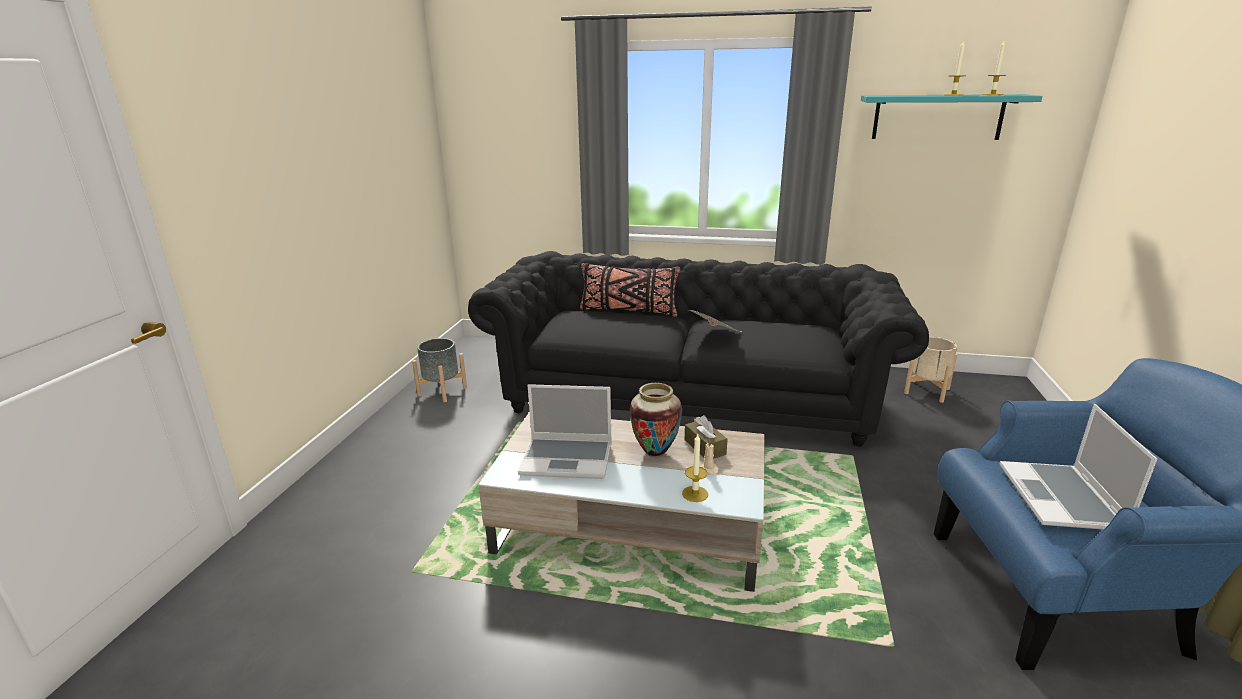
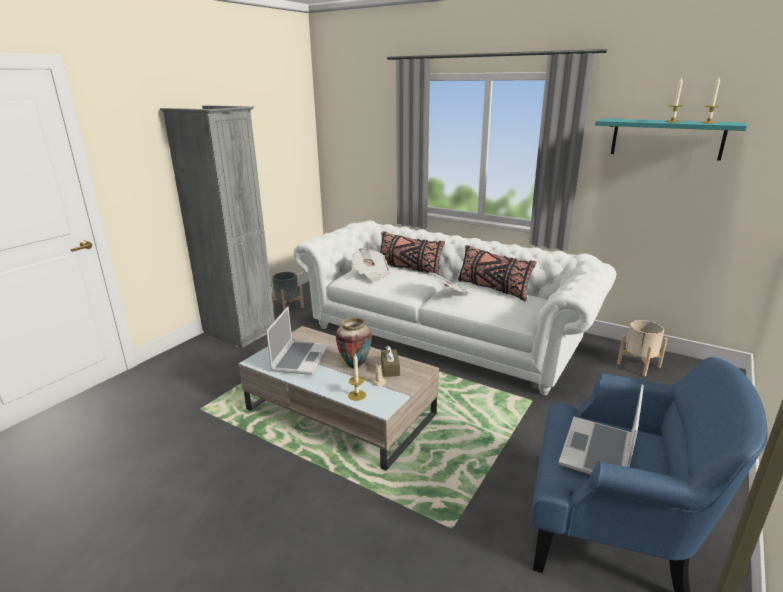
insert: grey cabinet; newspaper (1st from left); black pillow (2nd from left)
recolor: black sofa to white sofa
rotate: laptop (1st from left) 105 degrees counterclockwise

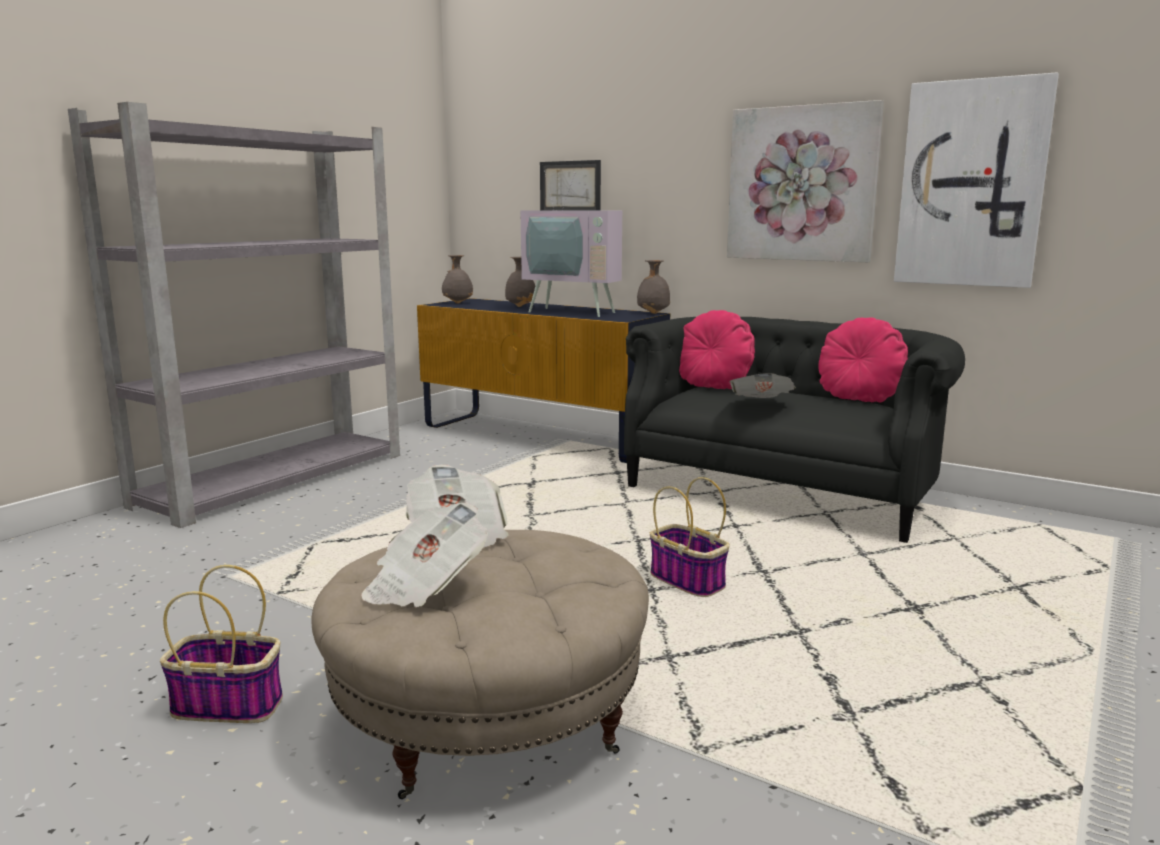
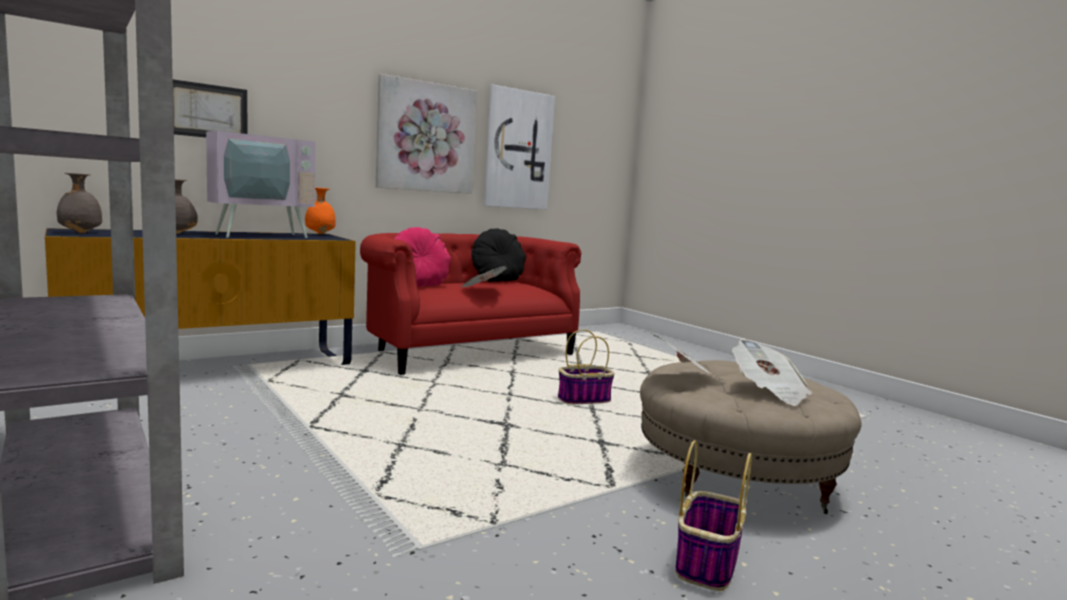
recolor: black sofa to red sofa; grey vase (3rd from left) to orange vase; pink pillow (2nd from left) to black pillow

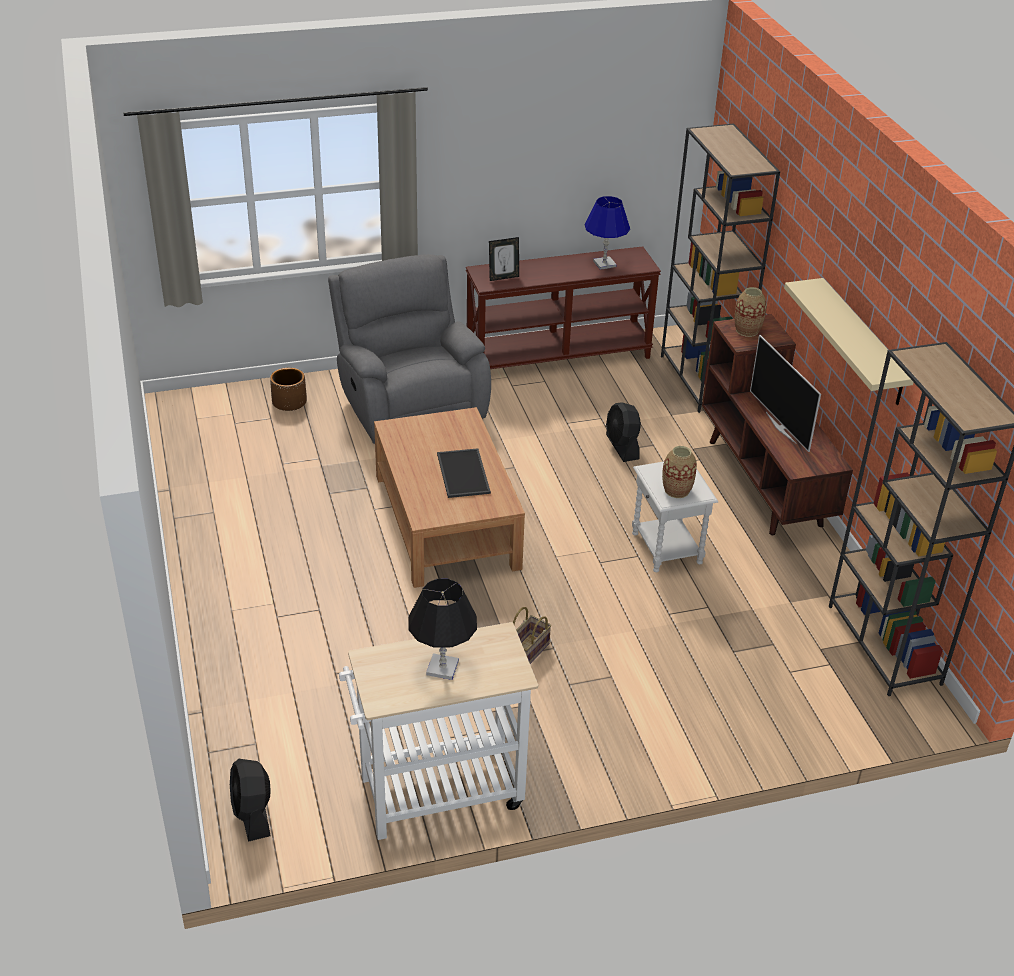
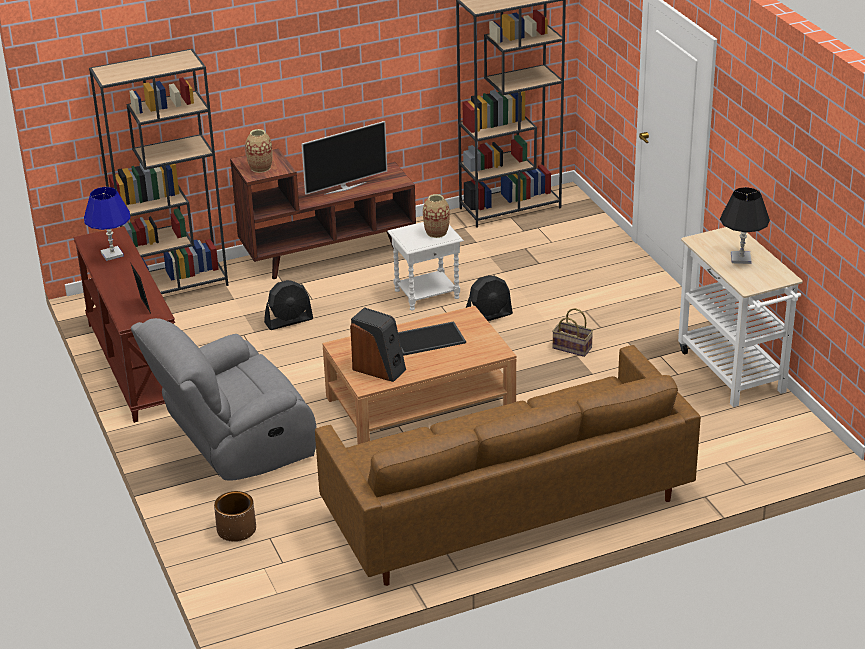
delete: beige shelf
insert: brown sofa; speaker
move: black fan (1st from left in the first image) to black fan (2nd from left)

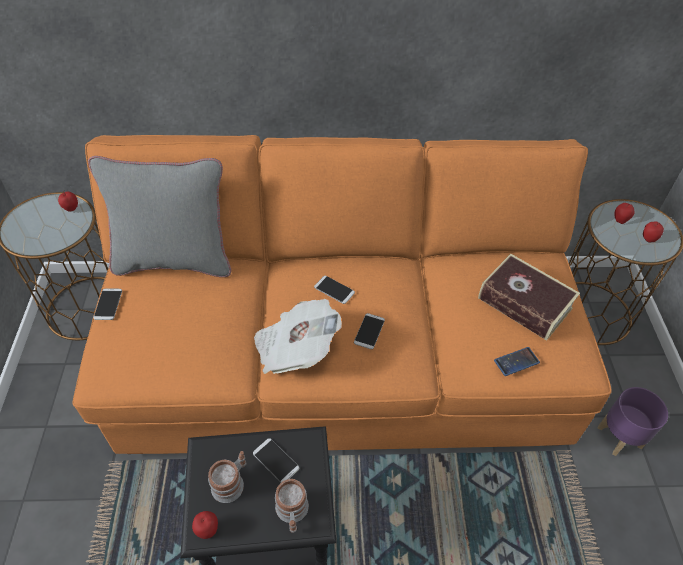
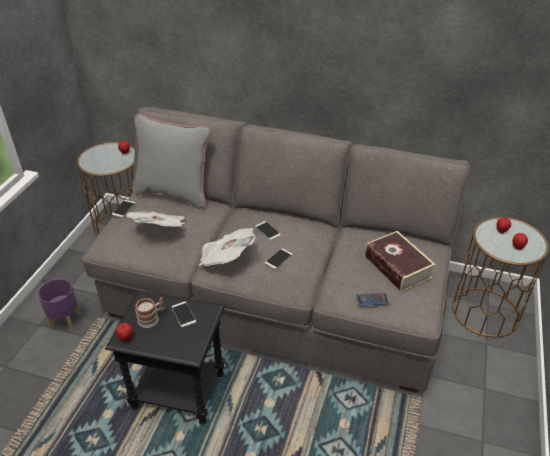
delete: mug (2nd from left)
insert: newspaper (1st from left)
move: purple planter
recolor: orange sofa to grey sofa

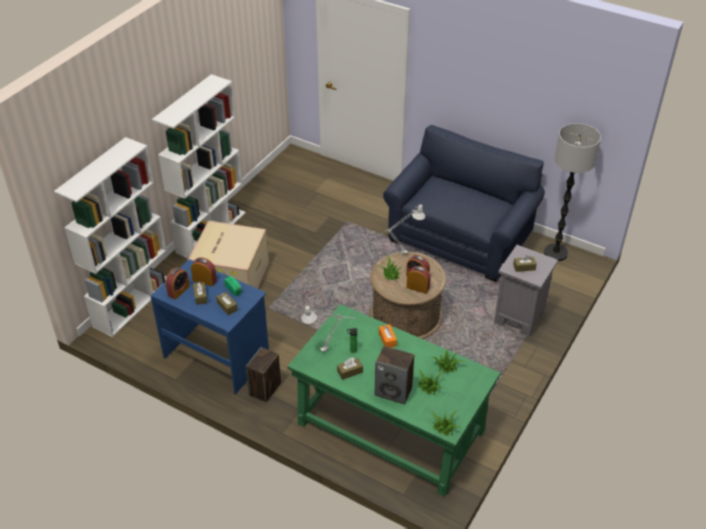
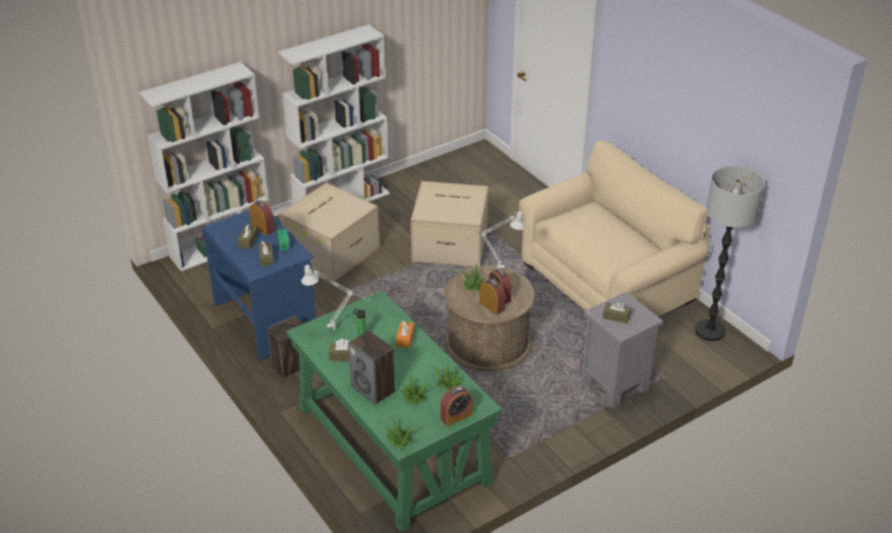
insert: cardboard box (2nd from left)
move: alarm clock (1st from left in the first image) to alarm clock (2nd from left)
recolor: blue sofa to beige sofa

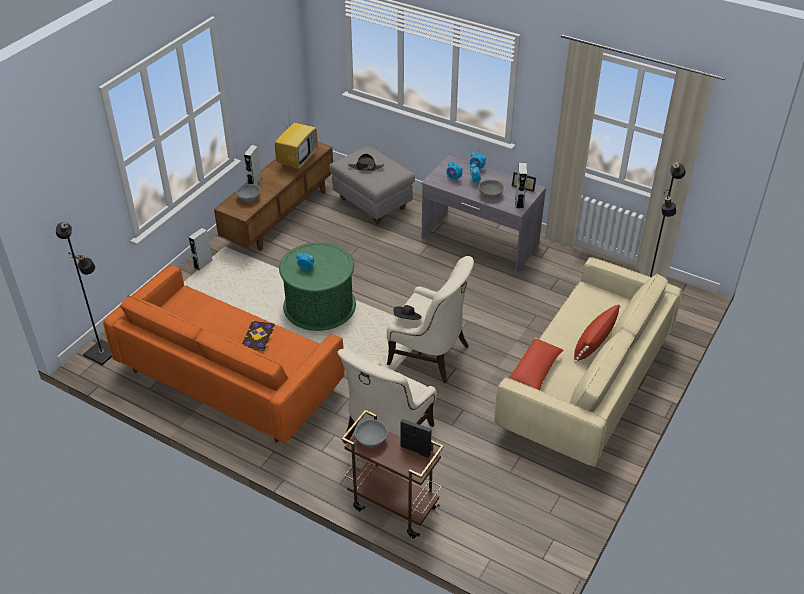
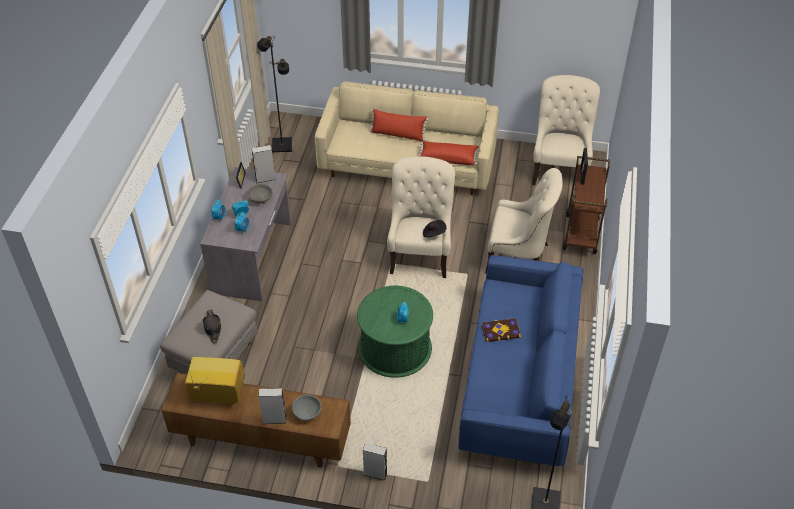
delete: grey bowl (2nd from left)
insert: beige armchair (3rd from left)
recolor: orange sofa to blue sofa

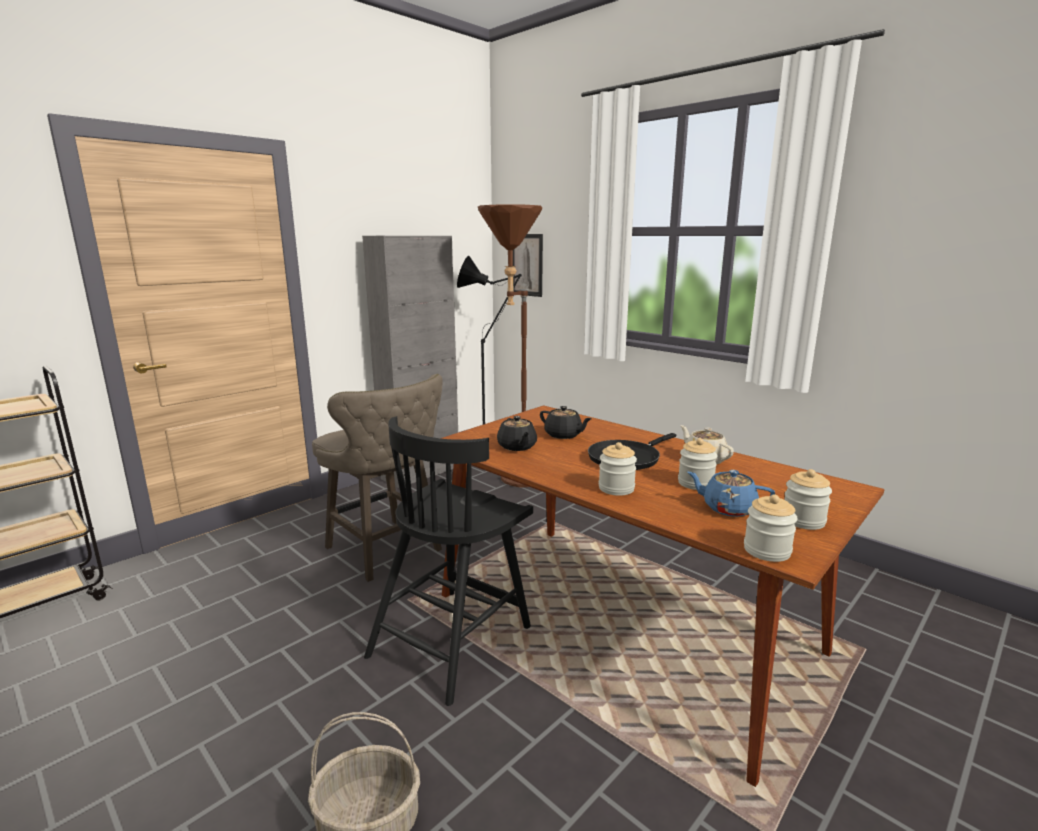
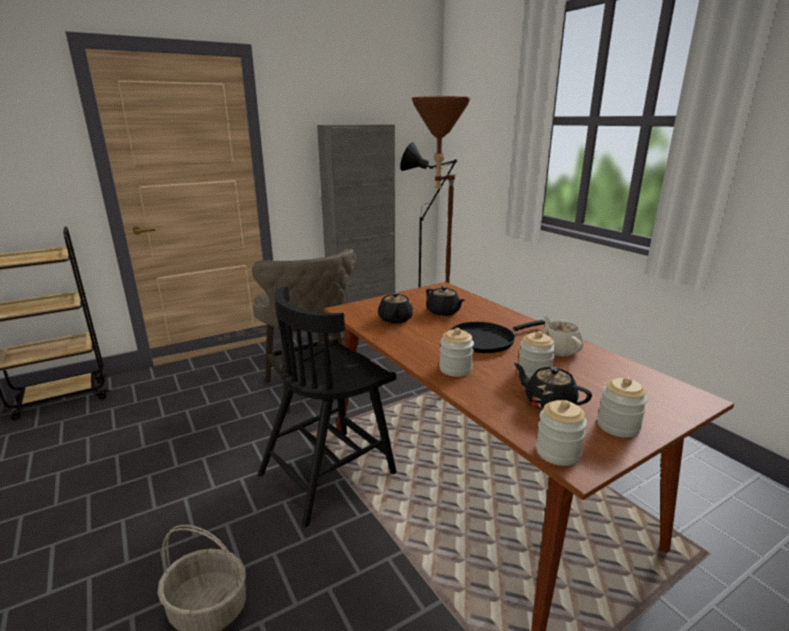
delete: picture
recolor: blue teapot to black teapot (3rd from left)

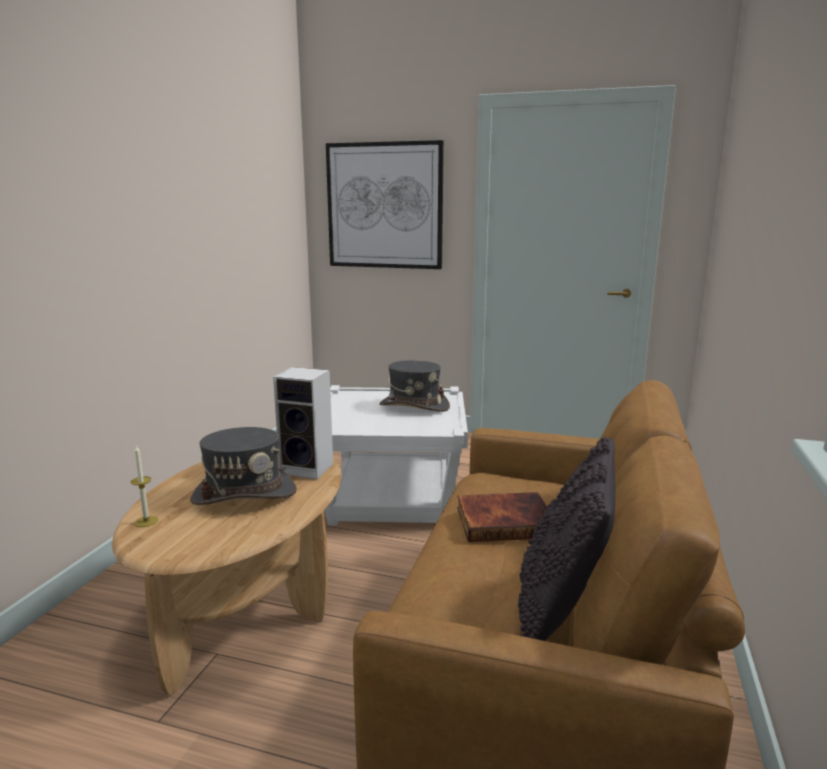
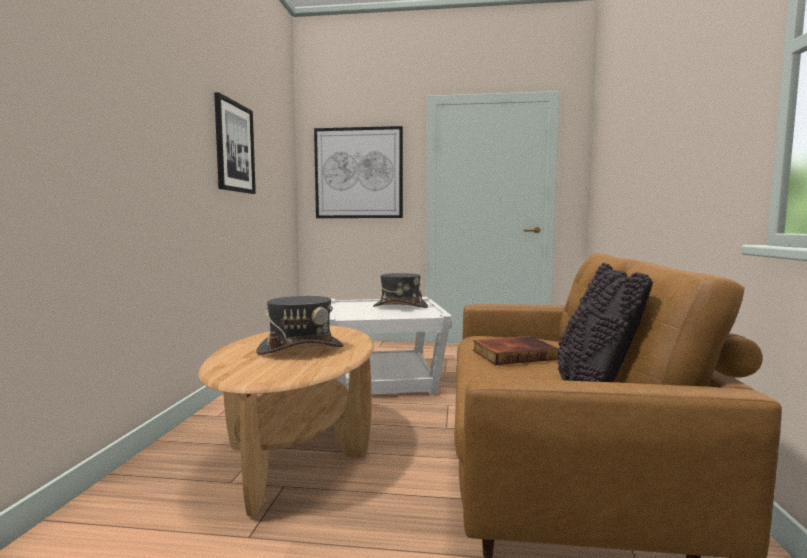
delete: candle; speaker
insert: picture (1st from left)

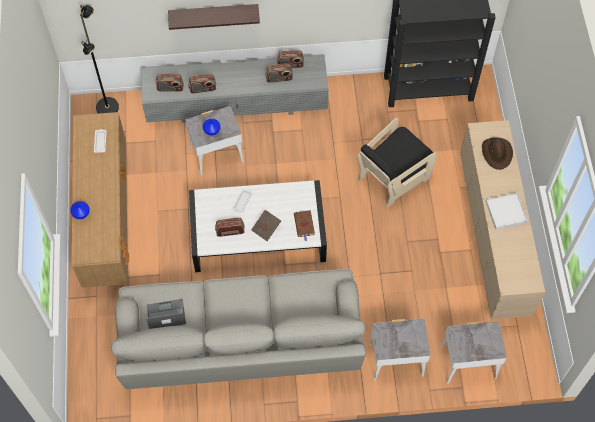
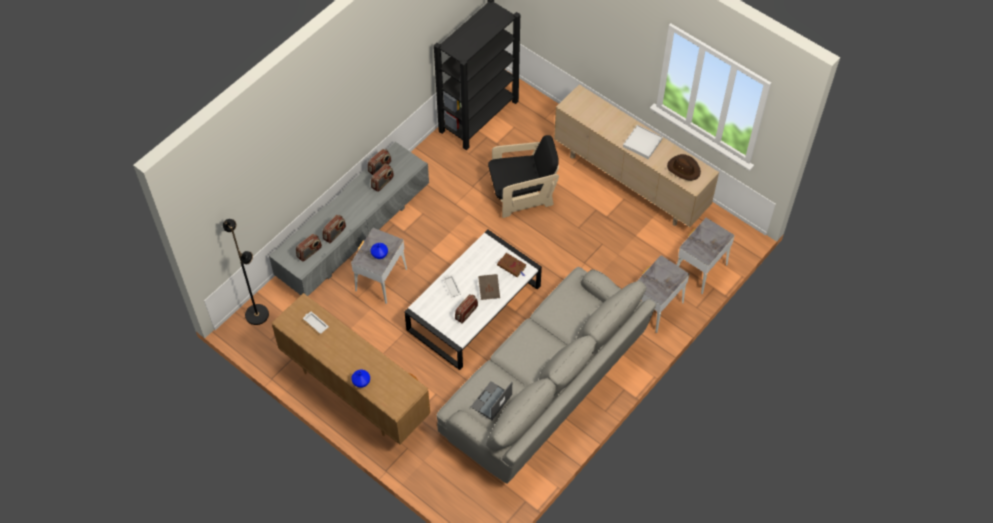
delete: shelf
move: brown hat
rotate: black armchair 105 degrees counterclockwise

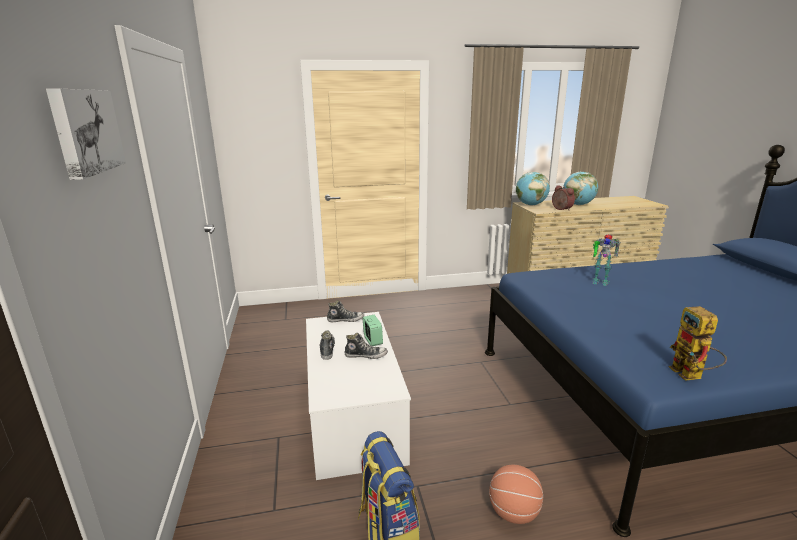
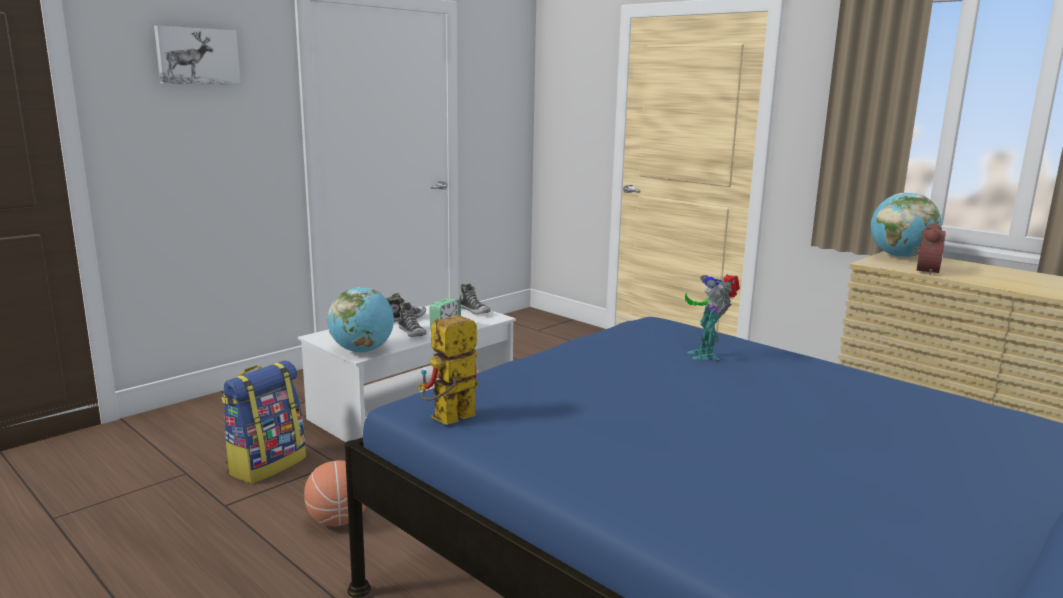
move: globe (2nd from left in the first image) to globe (1st from left)

